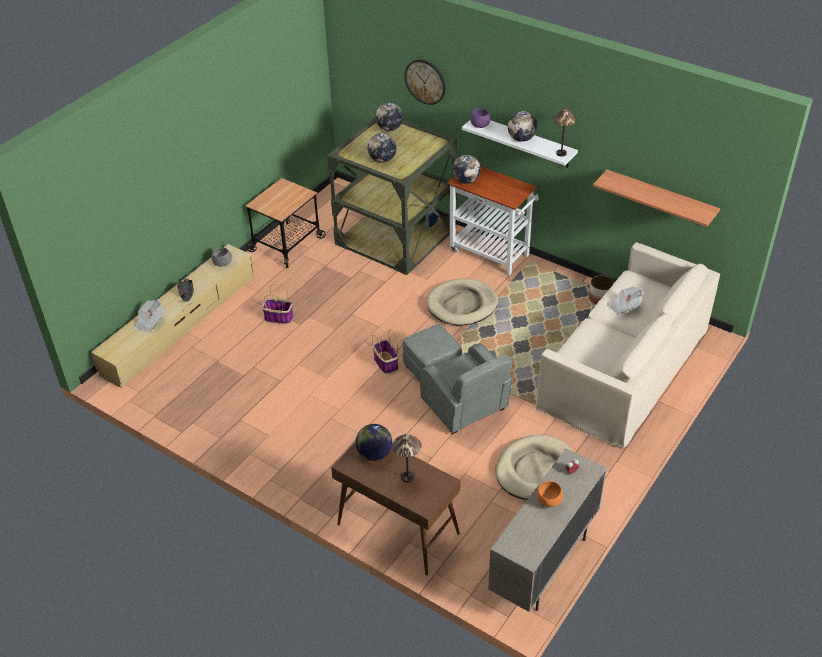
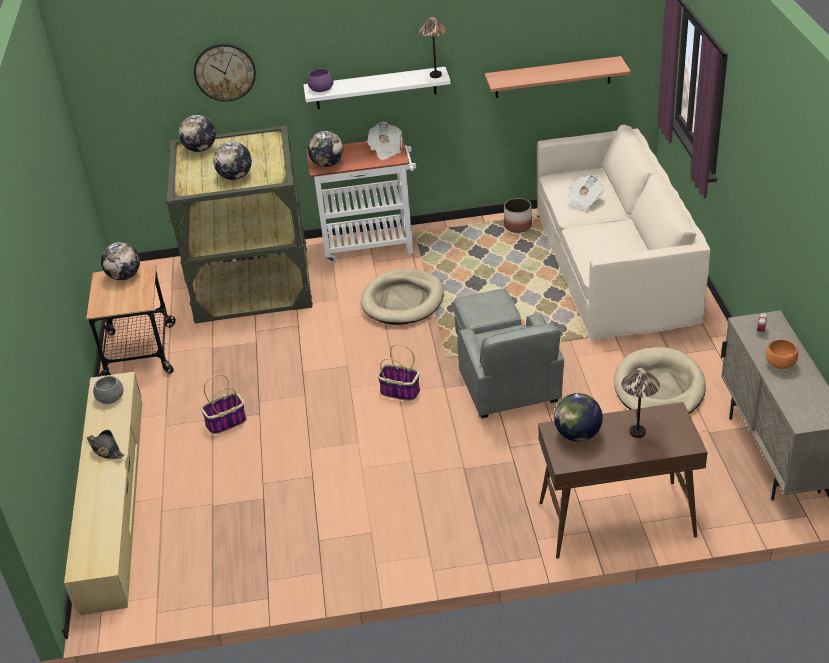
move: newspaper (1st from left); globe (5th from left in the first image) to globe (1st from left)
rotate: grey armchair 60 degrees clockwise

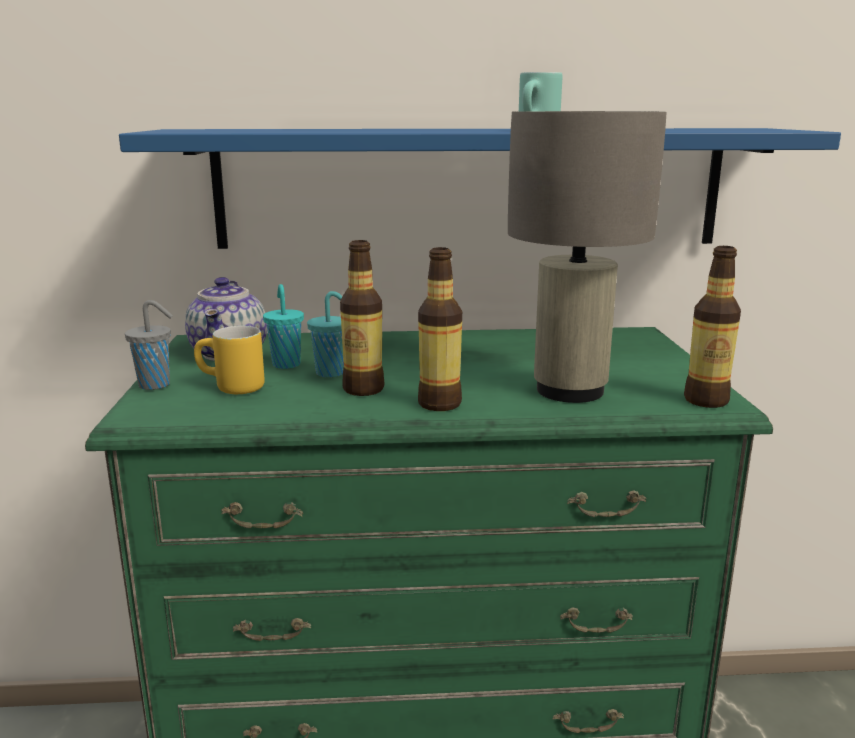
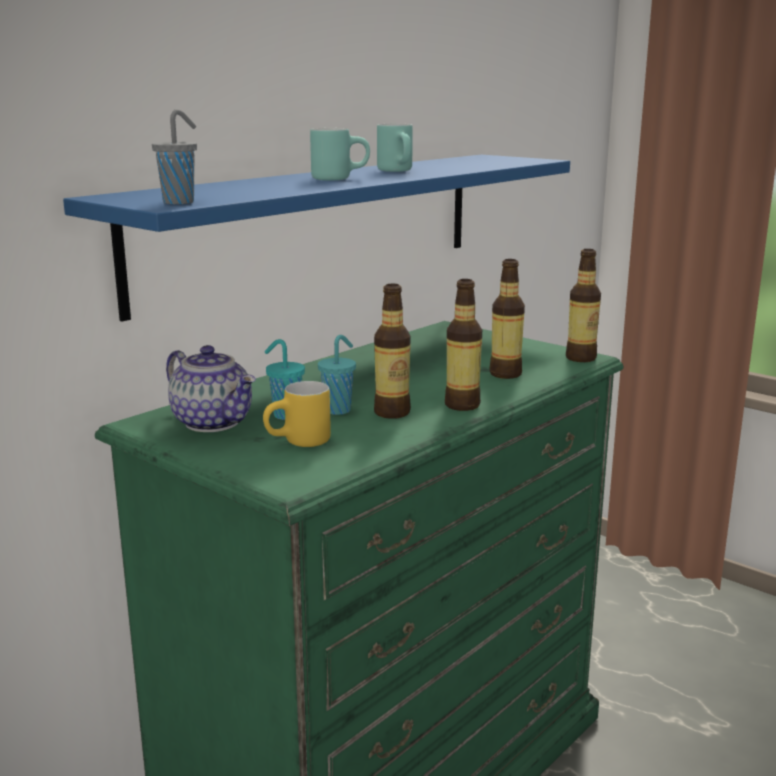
insert: turquoise mug (1st from left)
move: grey cup
replace: grey table lamp to bottle (3rd from left)

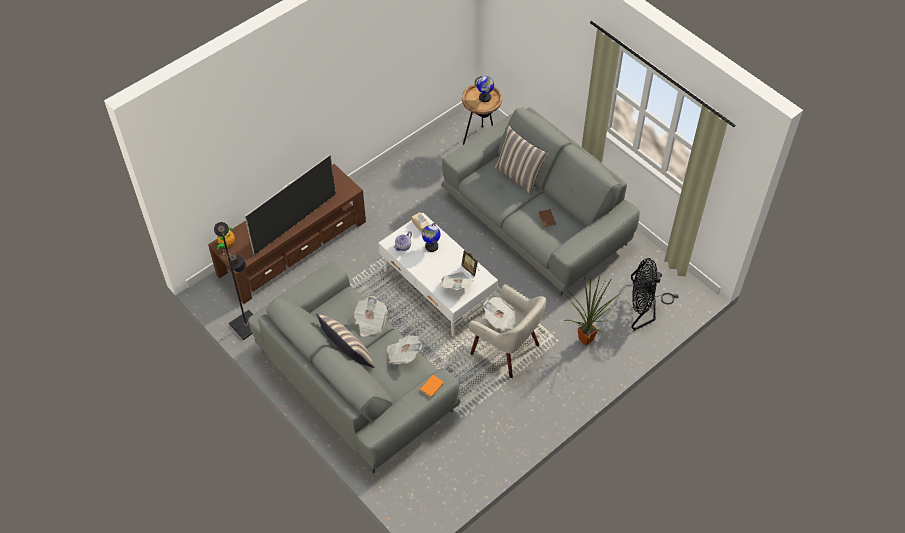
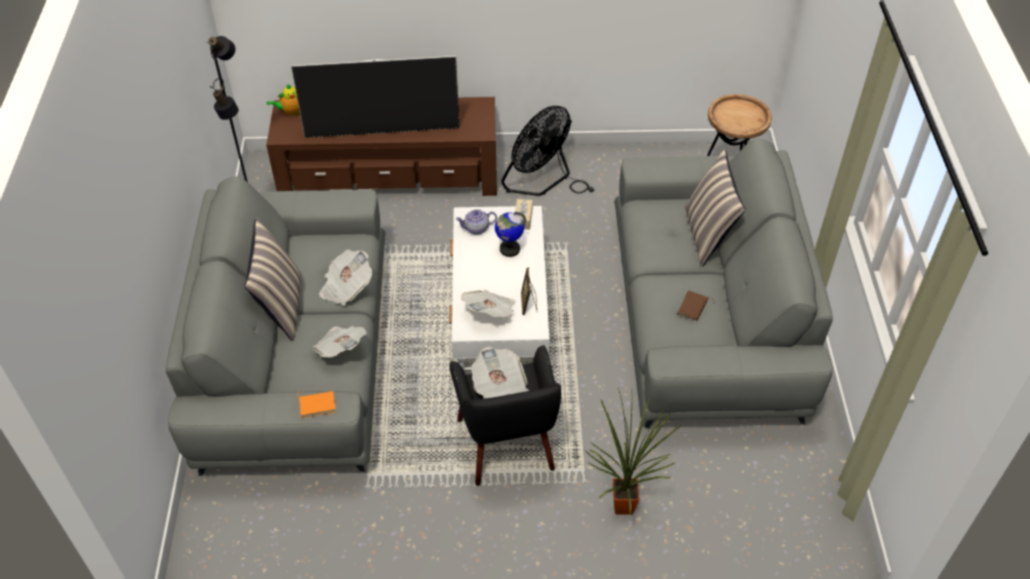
delete: globe (2nd from left)
move: black fan
recolor: beige armchair to black armchair

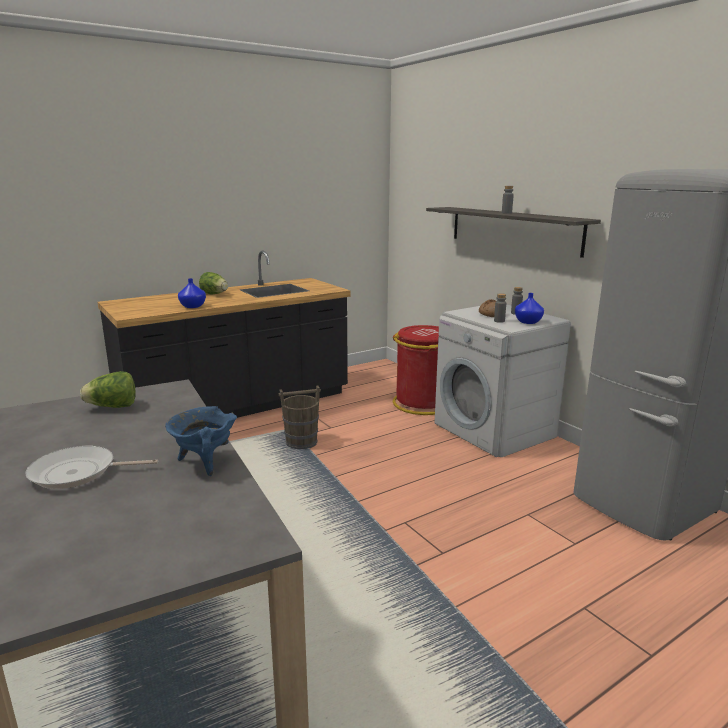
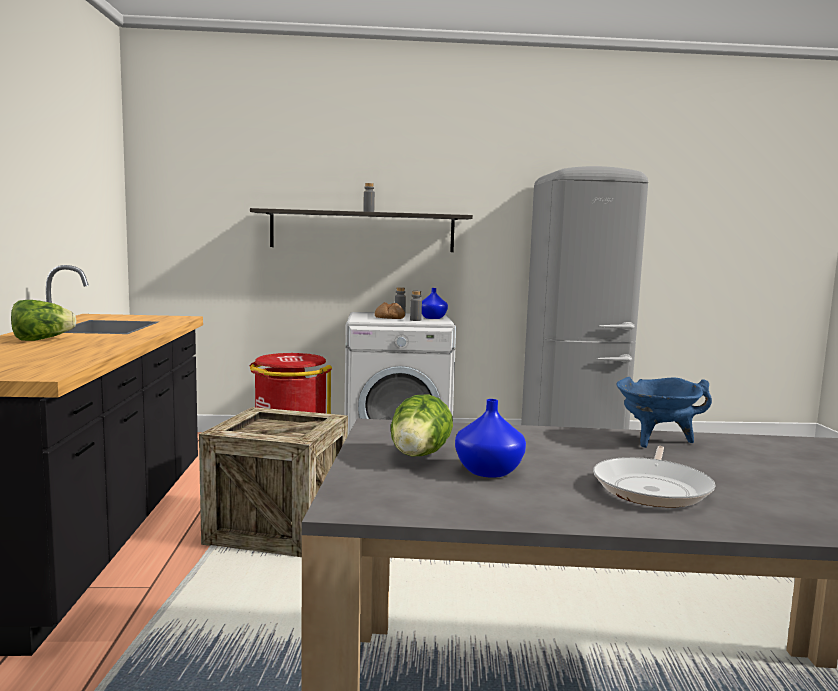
move: blue vase (1st from left in the first image) to blue vase (2nd from left)
replace: brown bucket to crate

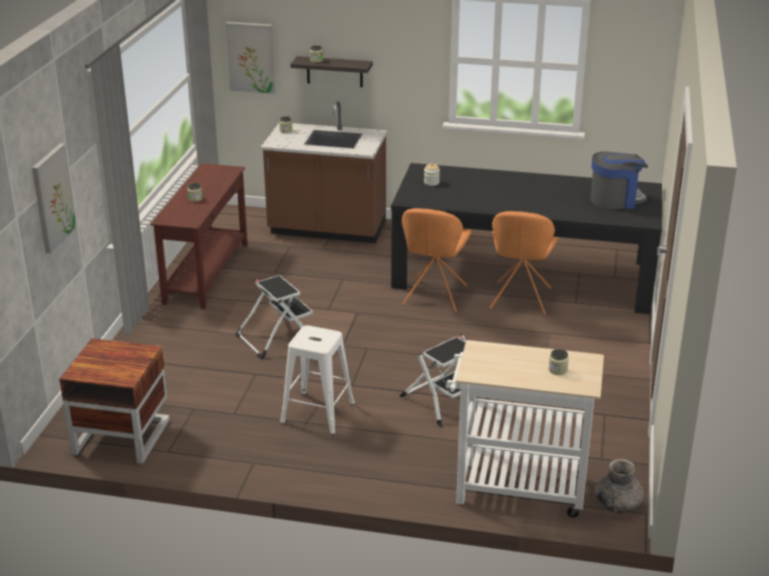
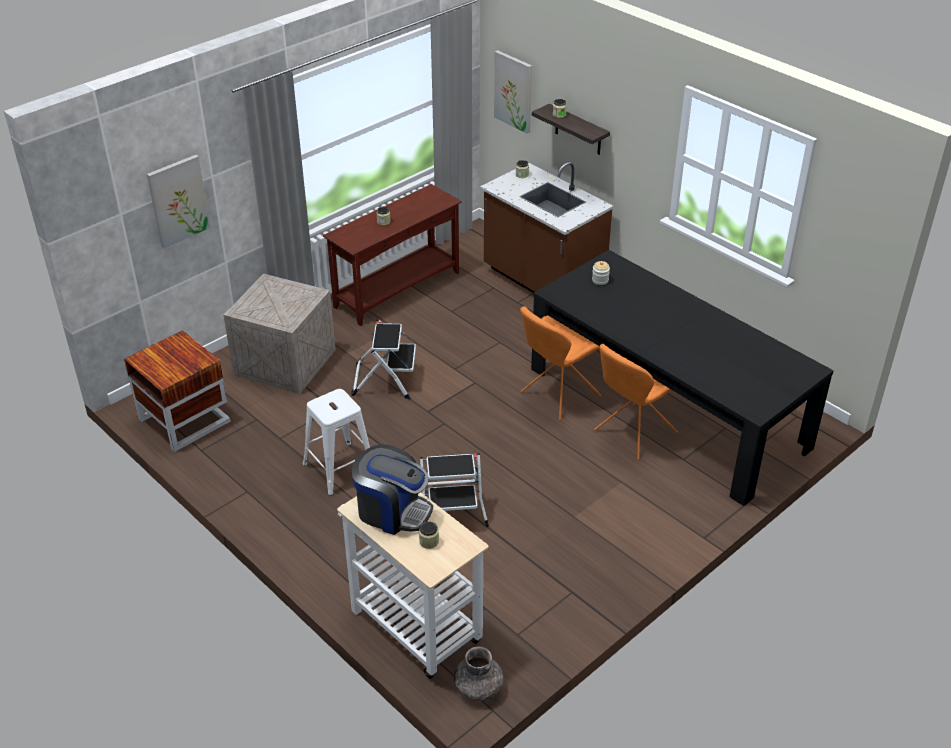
insert: crate
move: coffee machine

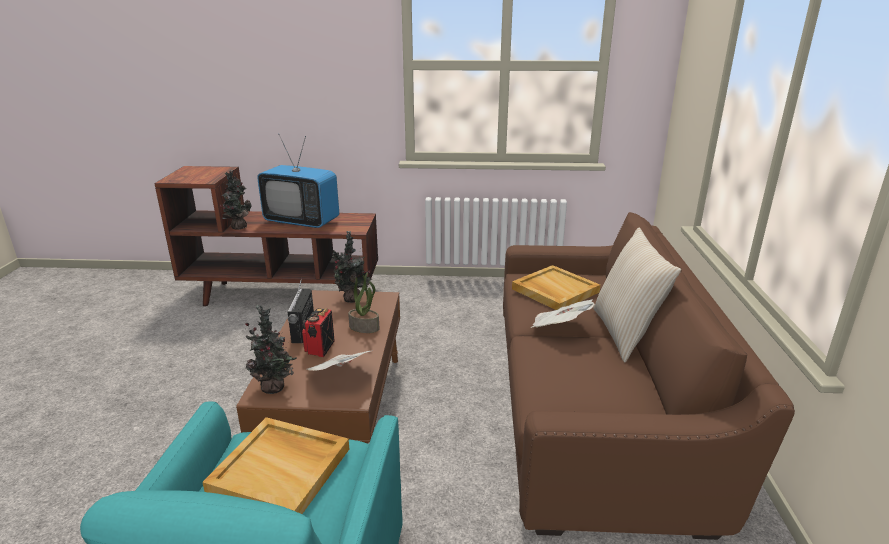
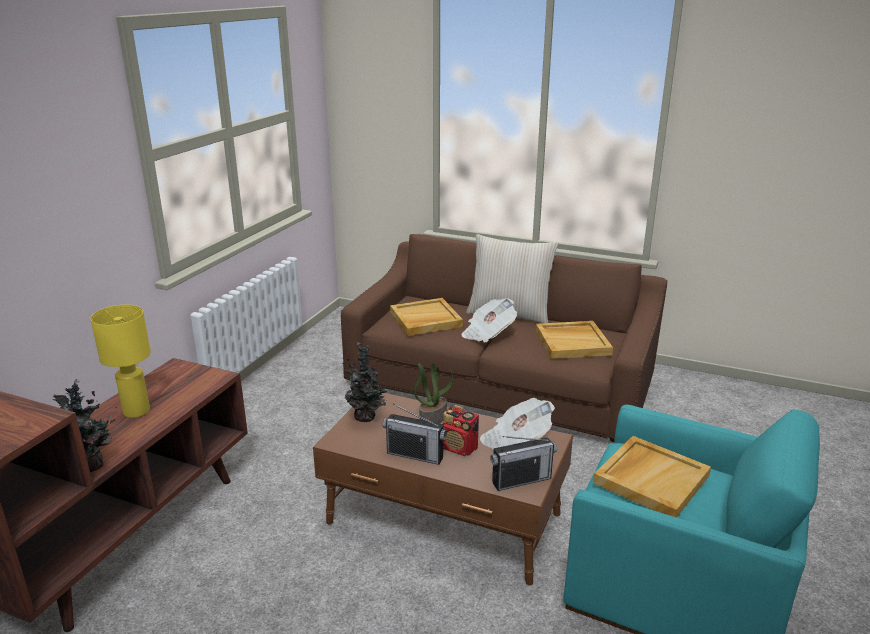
insert: beige tray (2nd from left)
replace: potted plant (2nd from left) to radio (3rd from left); television to yellow table lamp

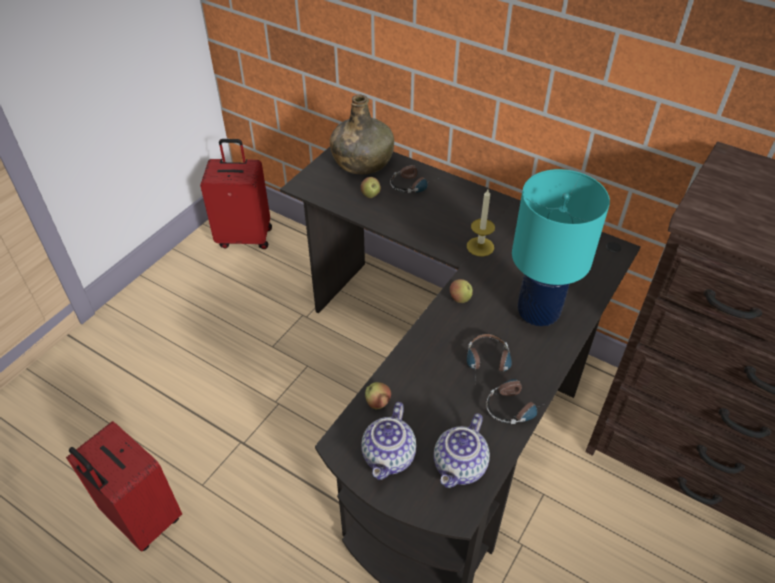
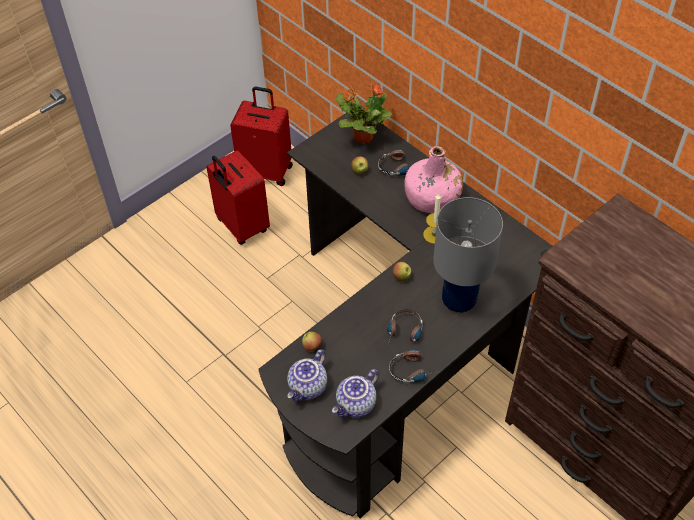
insert: pink bottle
move: red suitcase (1st from left)
replace: green bottle to potted plant
recolor: turquoise table lamp to grey table lamp

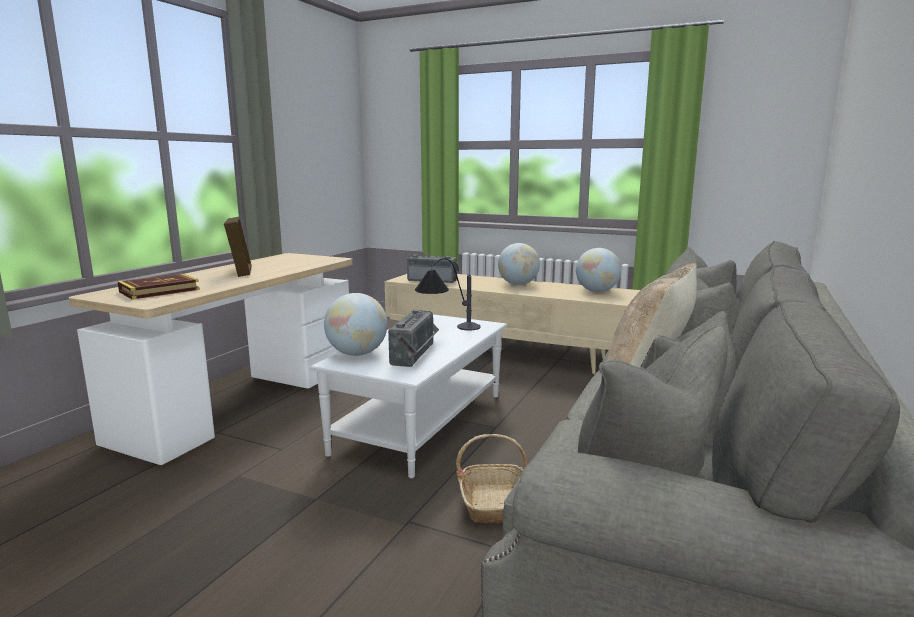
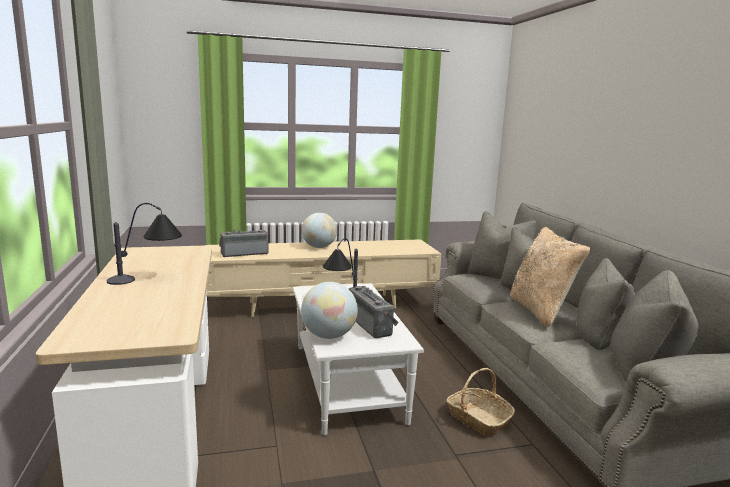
delete: book; globe (3rd from left)
replace: picture frame to table lamp (1st from left)

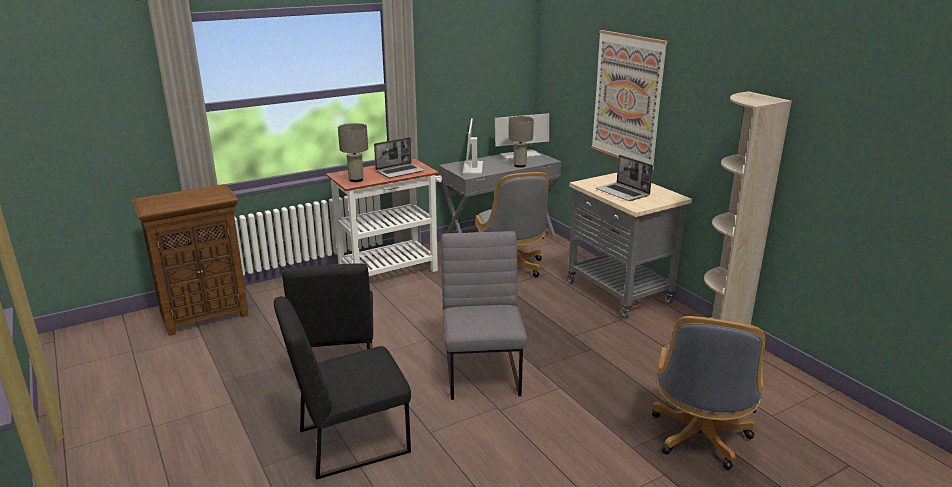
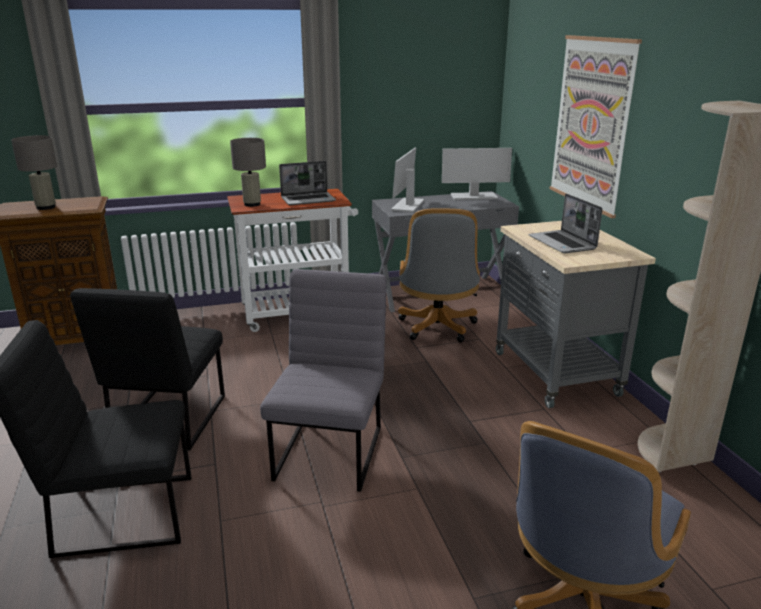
move: grey table lamp (2nd from left in the first image) to grey table lamp (1st from left)

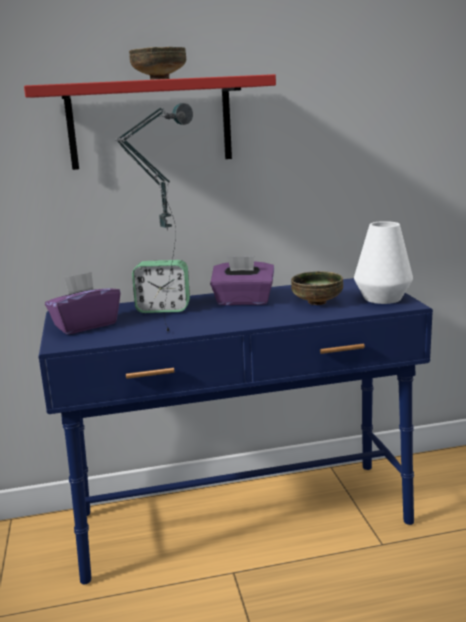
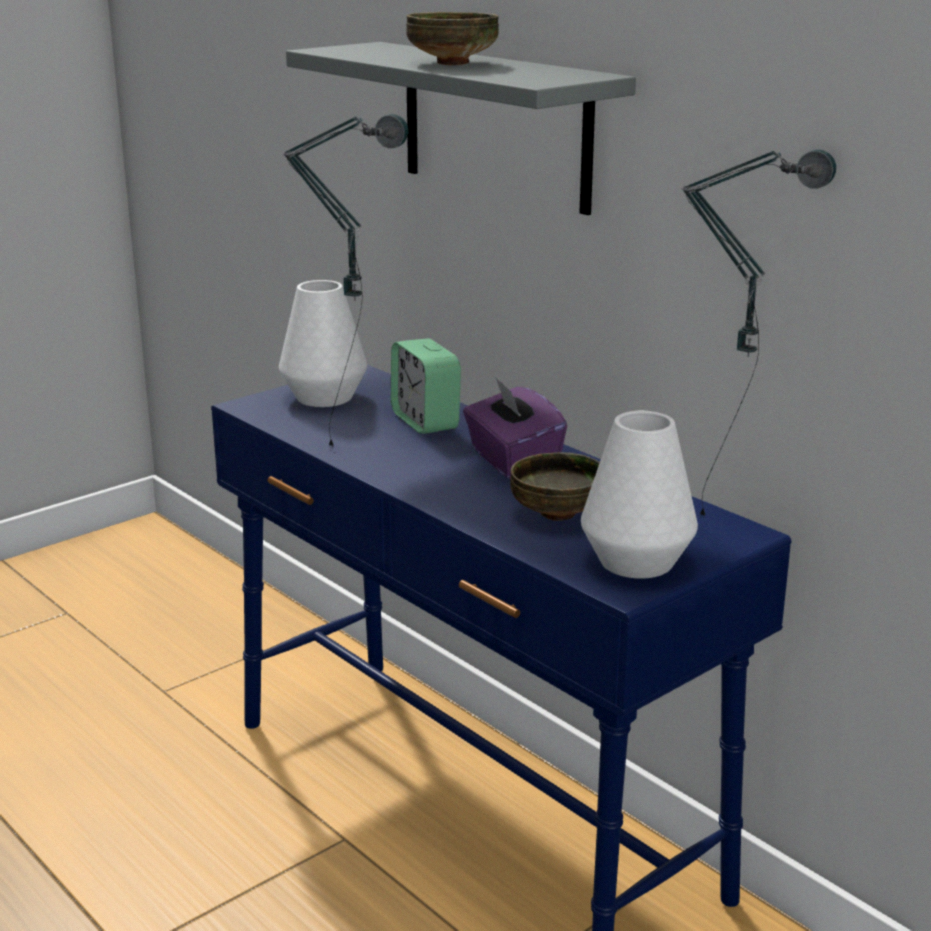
insert: table lamp (2nd from left)
replace: purple tissue box (1st from left) to white vase (1st from left)
recolor: red shelf to grey shelf

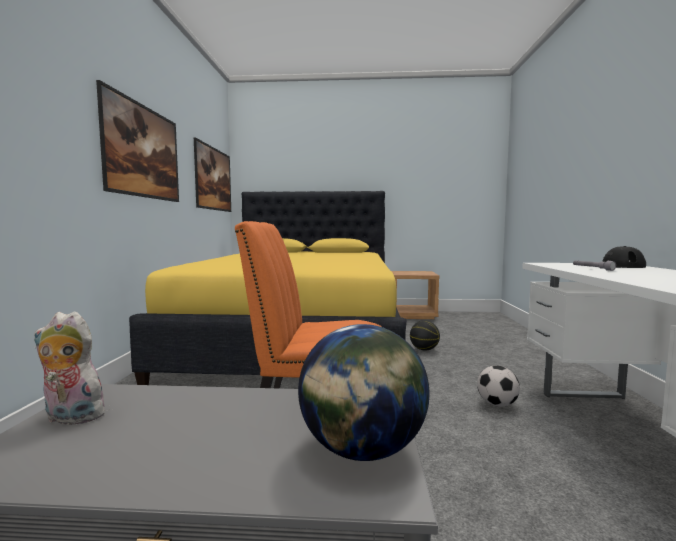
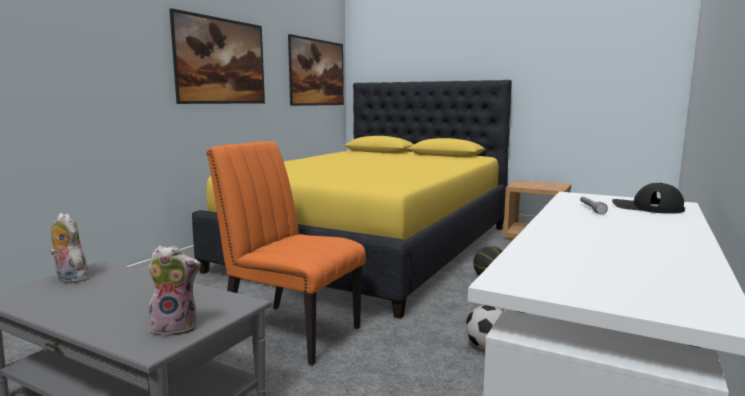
replace: globe to plush toy (2nd from left)

